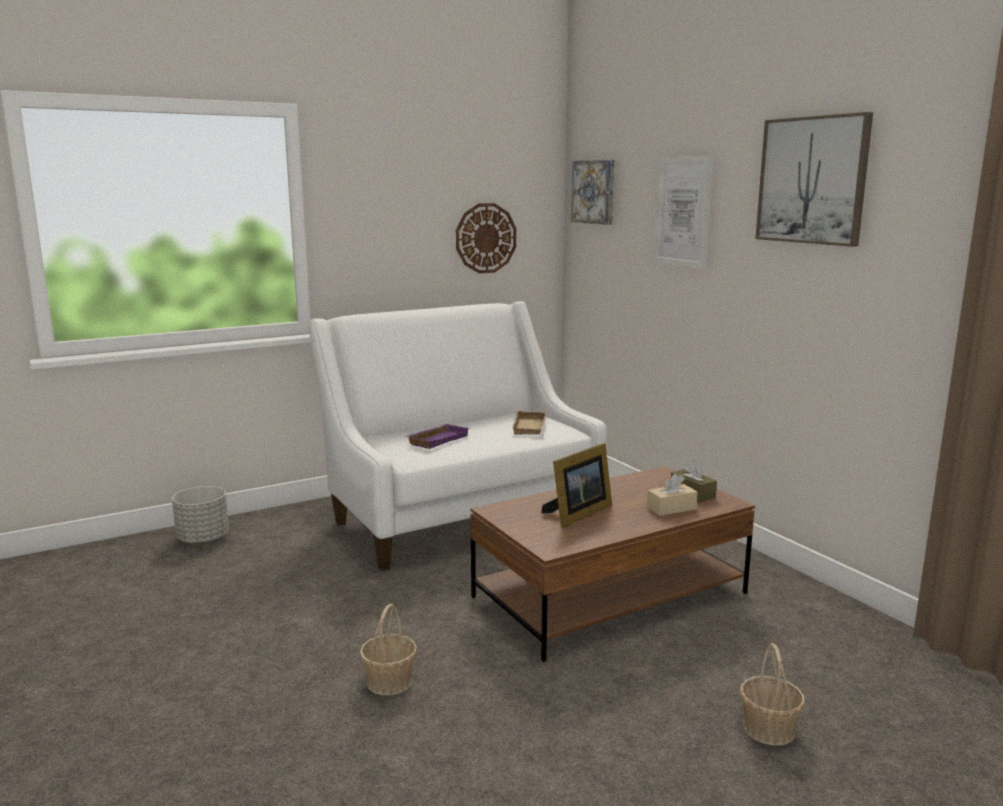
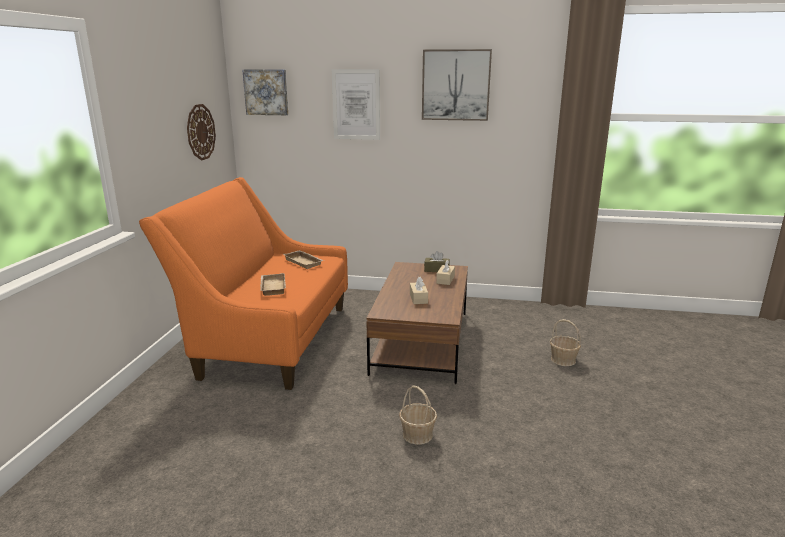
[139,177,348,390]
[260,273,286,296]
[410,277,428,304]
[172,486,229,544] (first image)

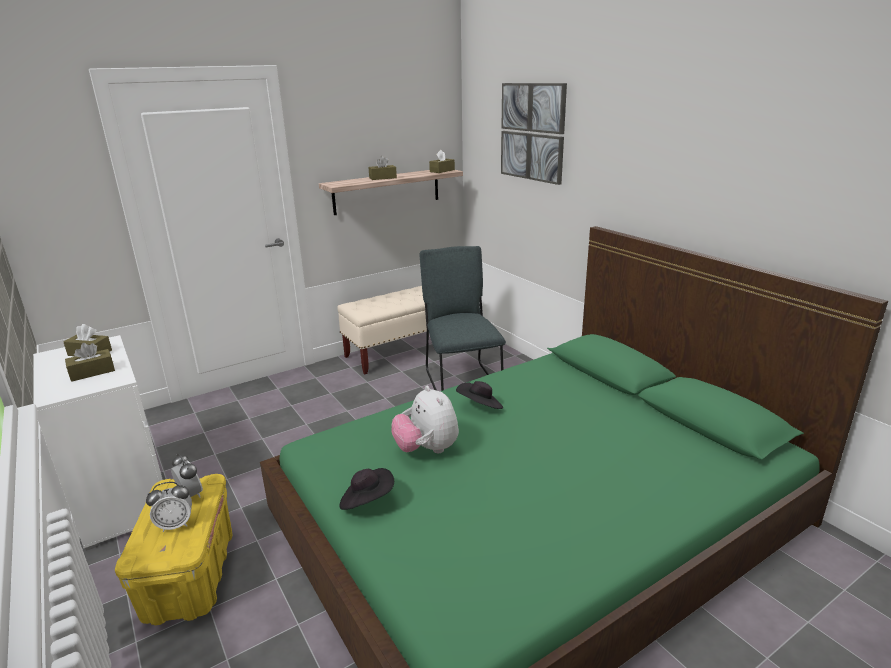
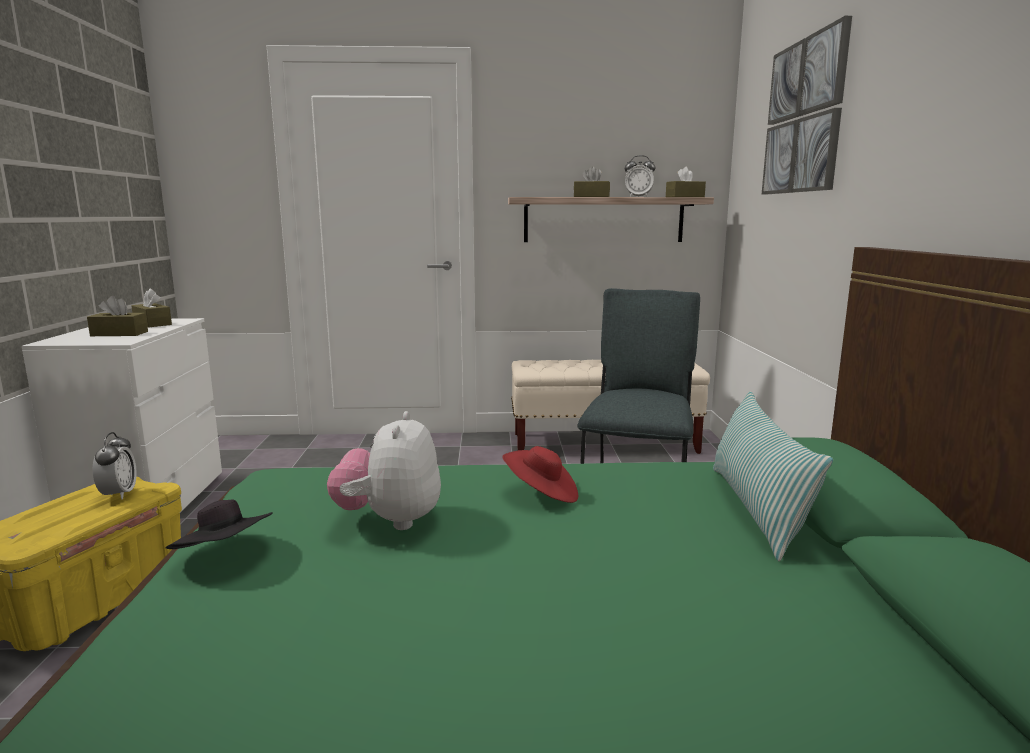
[502,446,578,503]
[625,155,655,197]
[713,391,833,561]

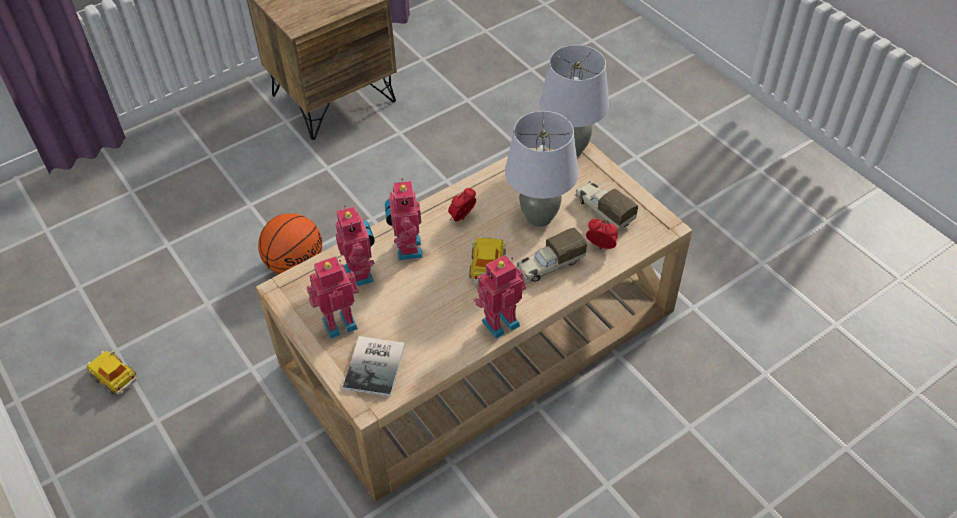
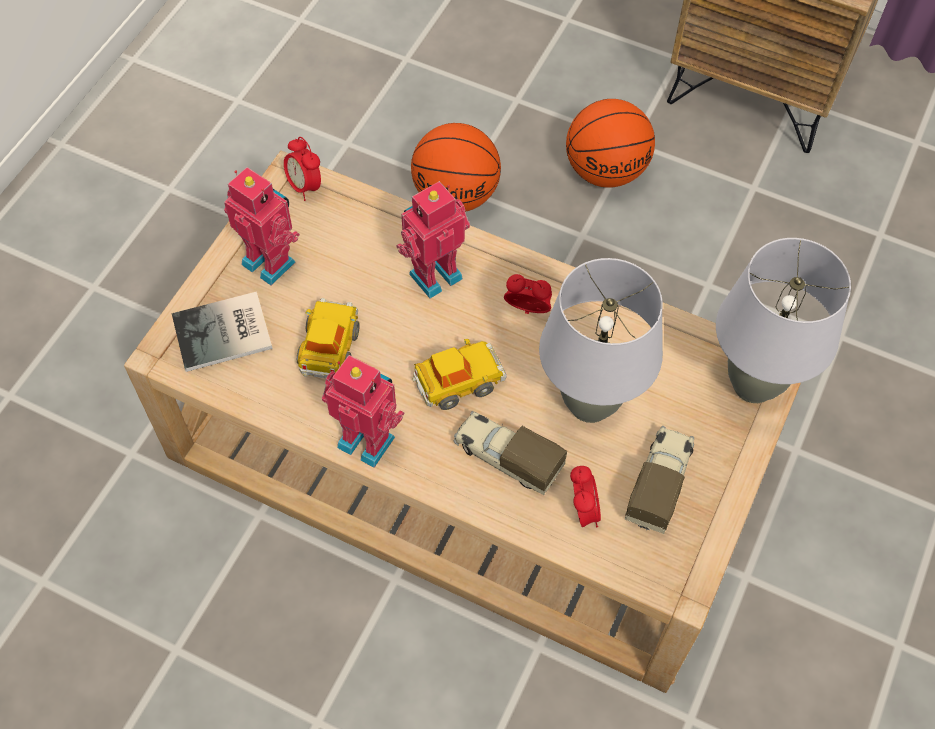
[335,205,375,286] (first image)
[297,298,360,378]
[566,99,655,188]
[284,137,321,201]

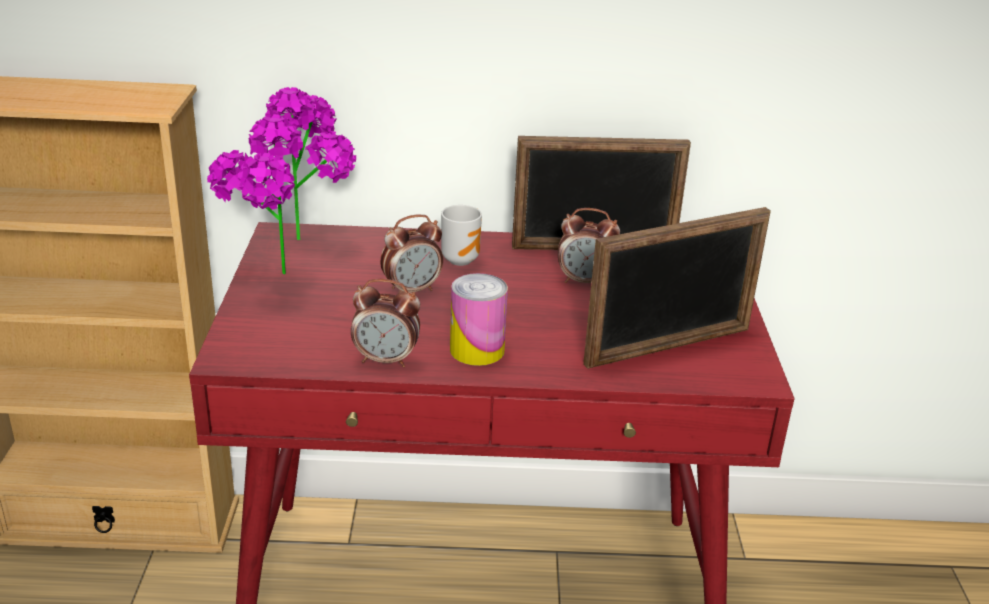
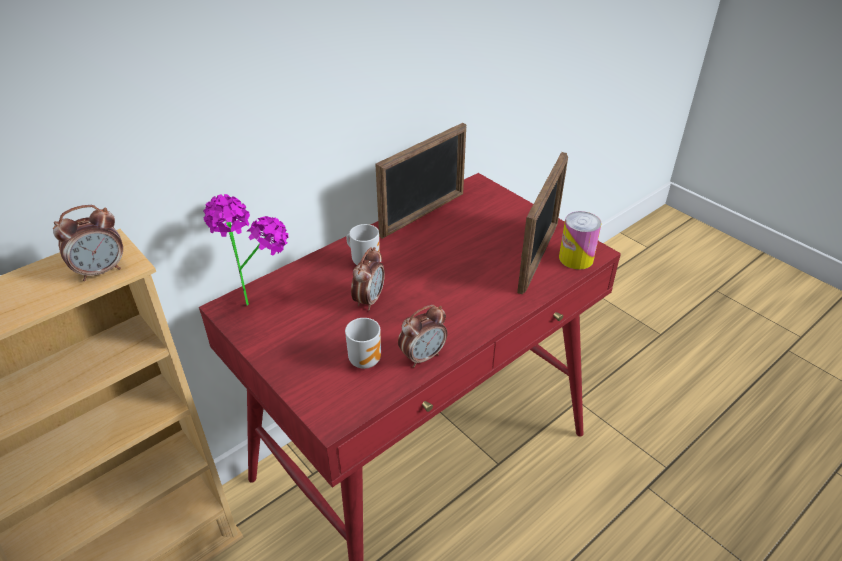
[207,114,303,275] (first image)
[53,205,123,281]
[559,211,601,270]
[345,318,381,369]

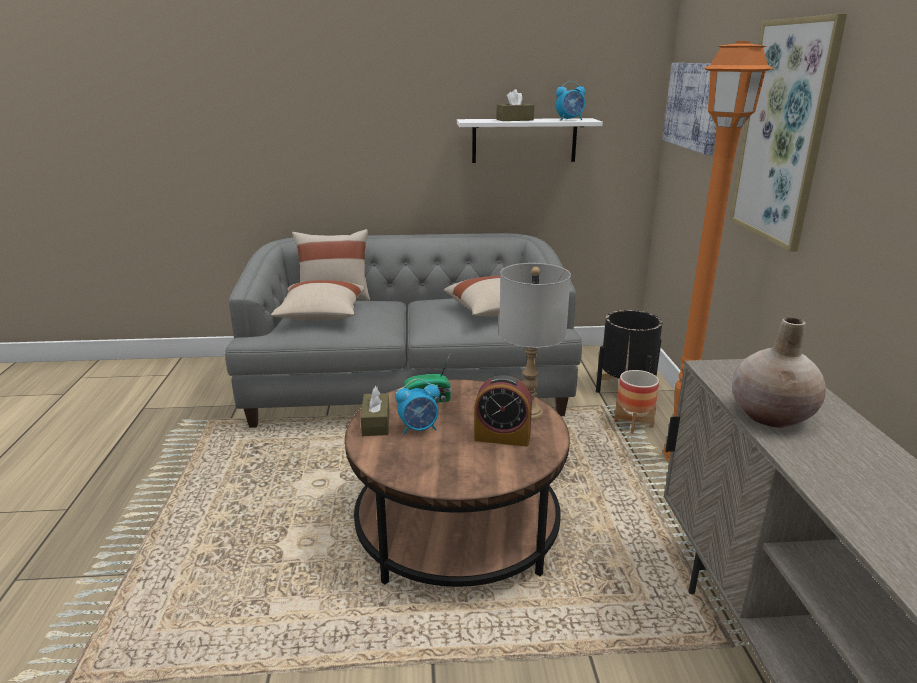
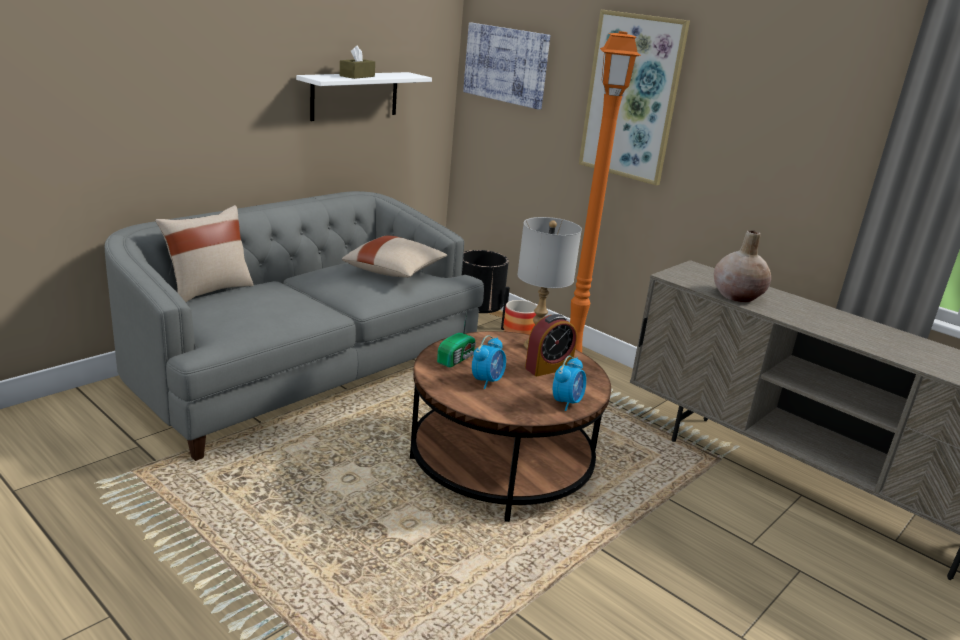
[553,356,586,411]
[271,280,365,321] (first image)
[361,386,390,436] (first image)

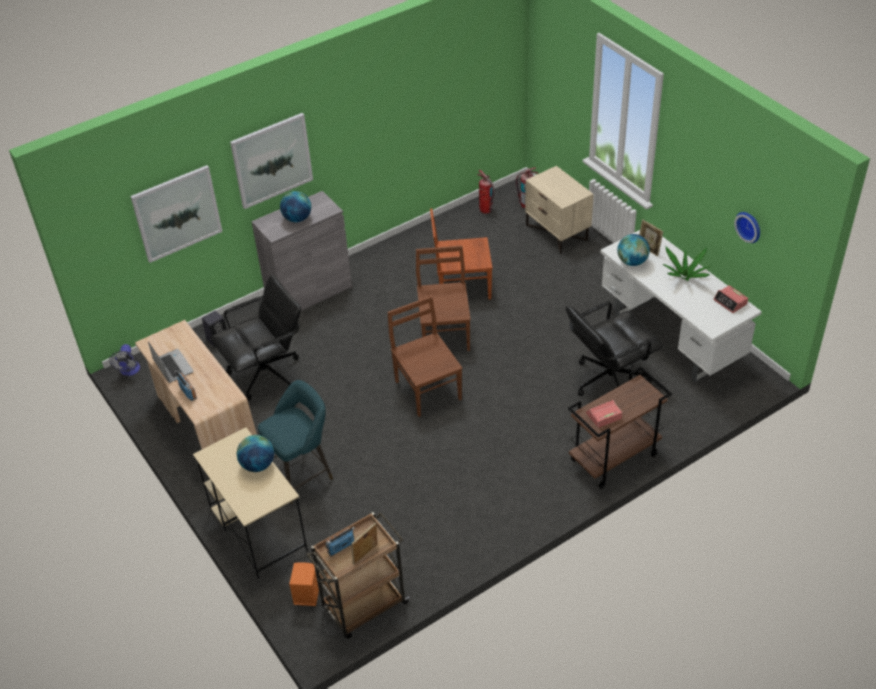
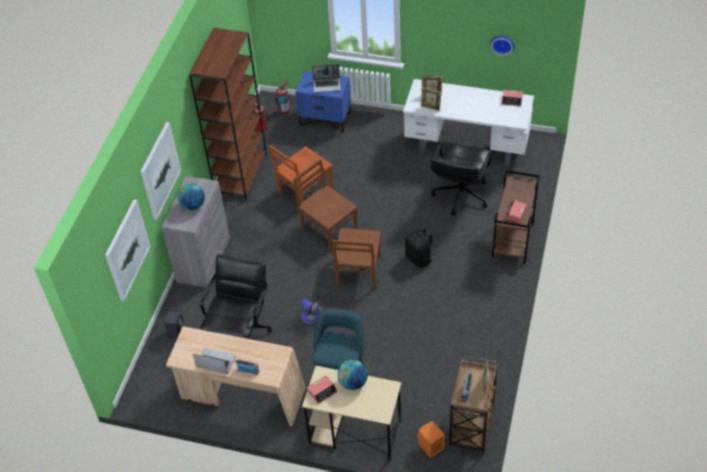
[295,71,351,132]
[421,87,441,111]
[663,247,710,281] (first image)
[332,228,381,289]
[301,299,324,324]
[189,28,267,201]
[312,64,341,92]
[405,227,435,268]
[307,376,337,404]

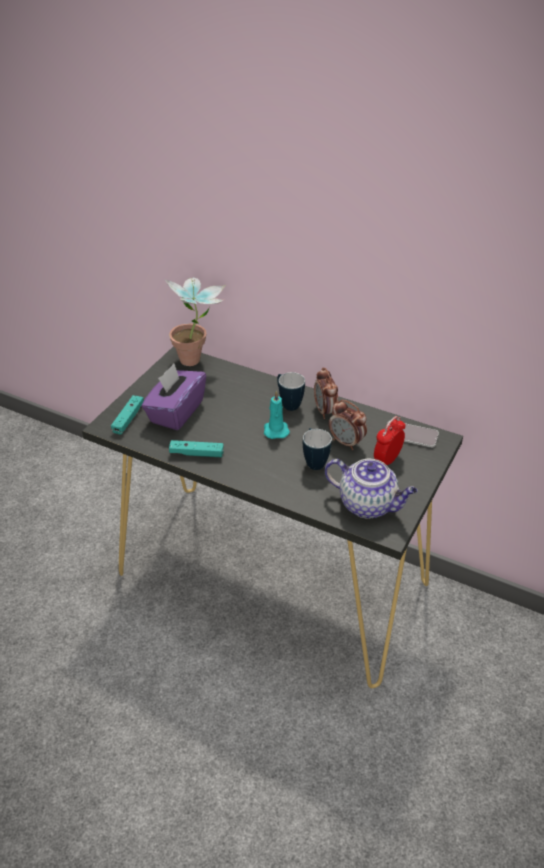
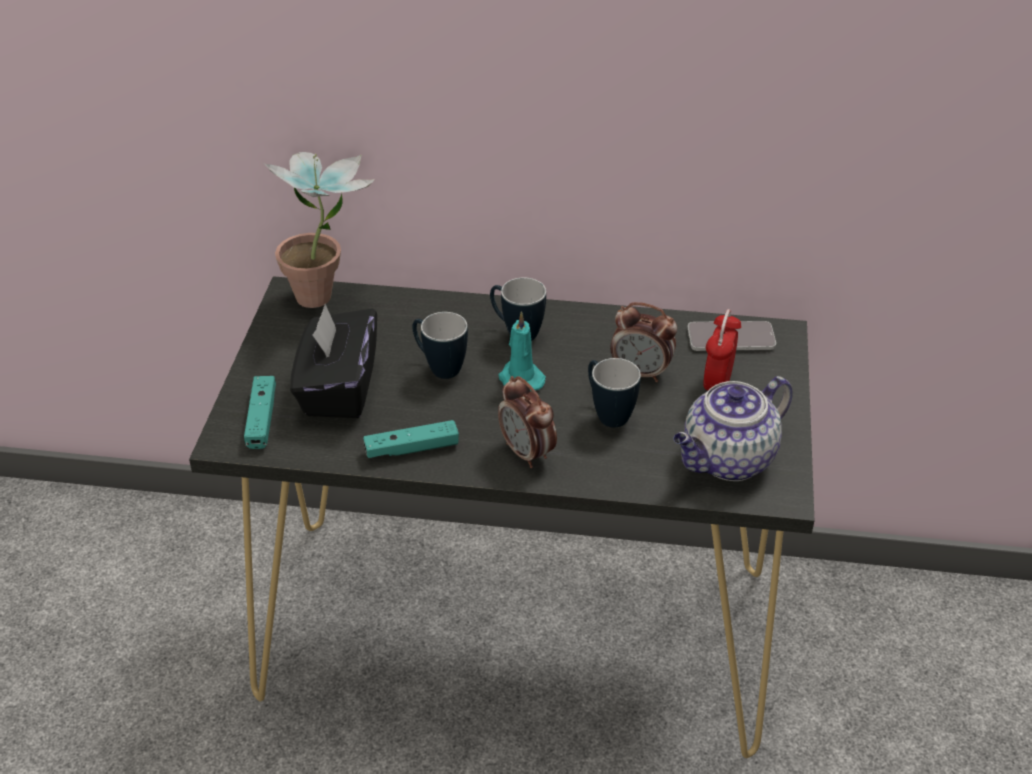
[290,304,377,418]
[498,376,557,468]
[674,376,793,481]
[412,312,468,379]

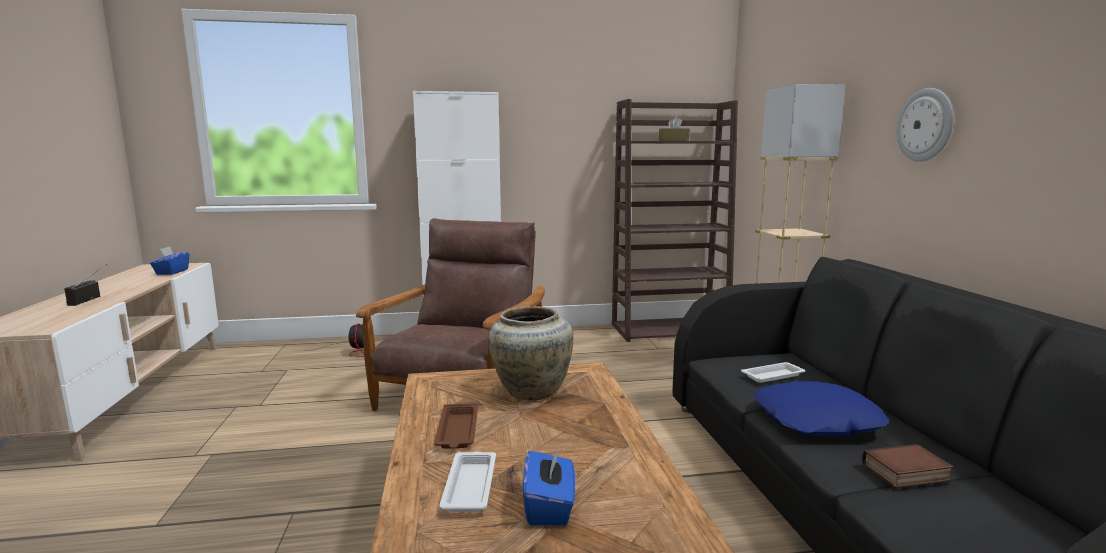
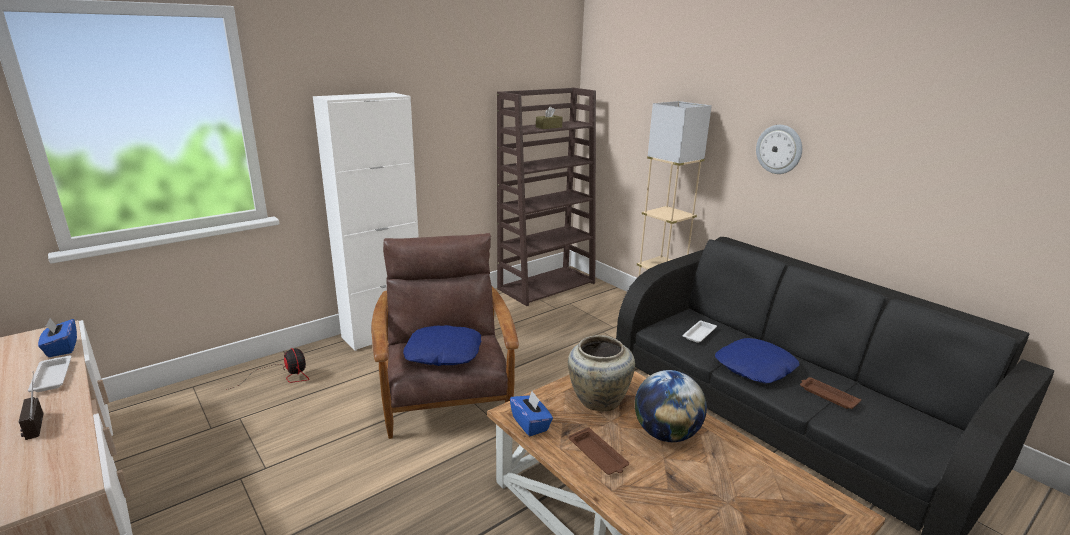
[800,377,861,409]
[510,391,553,436]
[28,356,71,392]
[403,325,481,366]
[635,370,707,442]

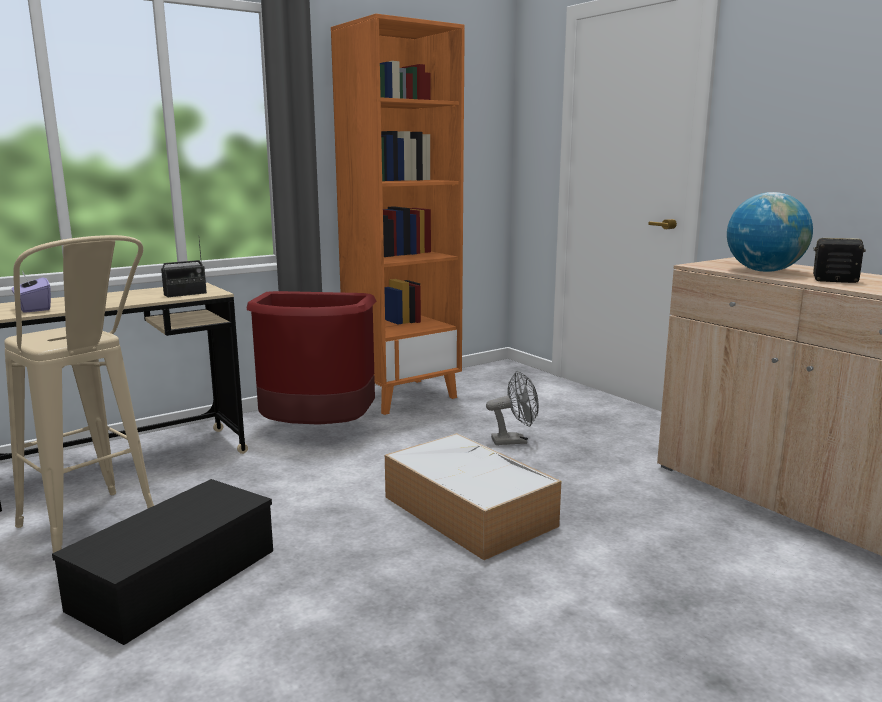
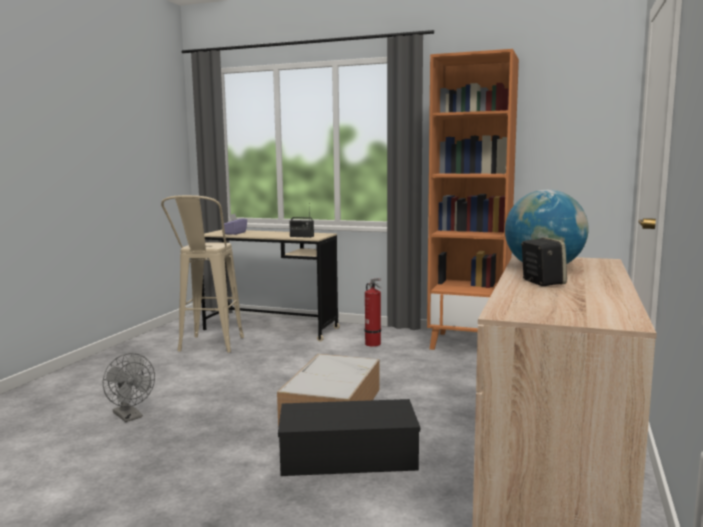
[365,278,381,347]
[103,353,155,422]
[278,399,420,476]

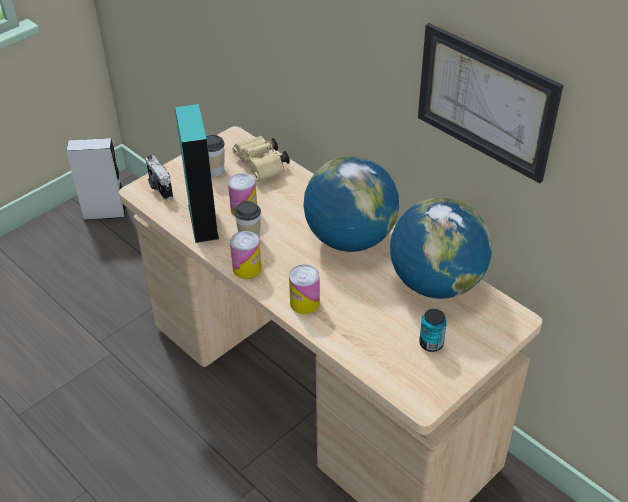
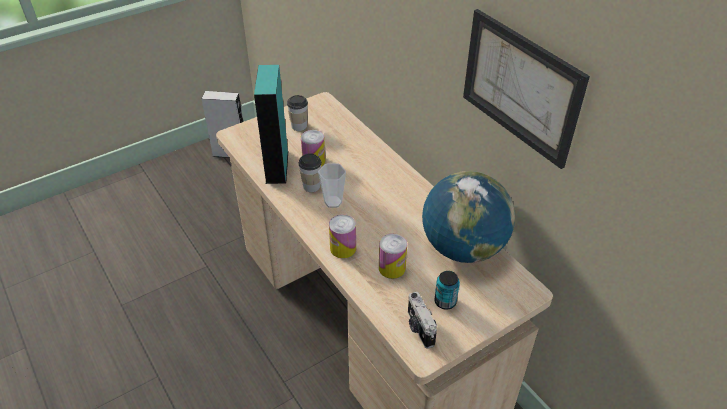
[232,136,290,182] (first image)
[408,292,437,349]
[303,156,399,252] (first image)
[379,234,407,279]
[318,164,346,208]

